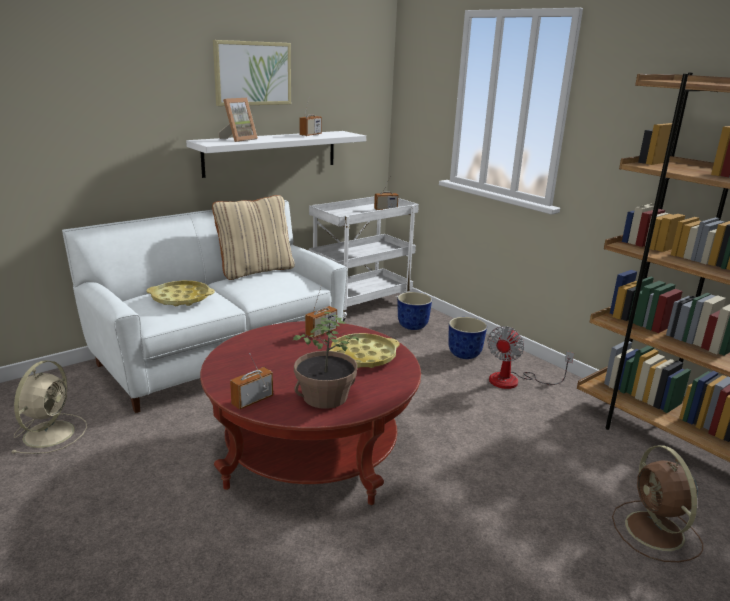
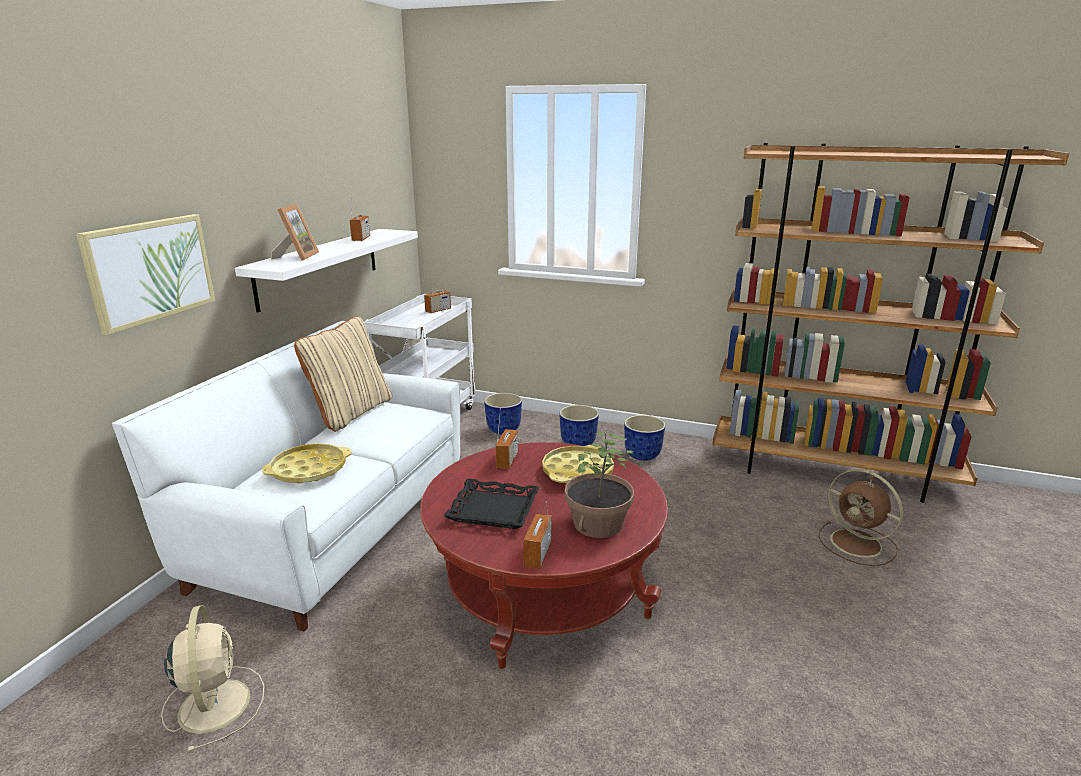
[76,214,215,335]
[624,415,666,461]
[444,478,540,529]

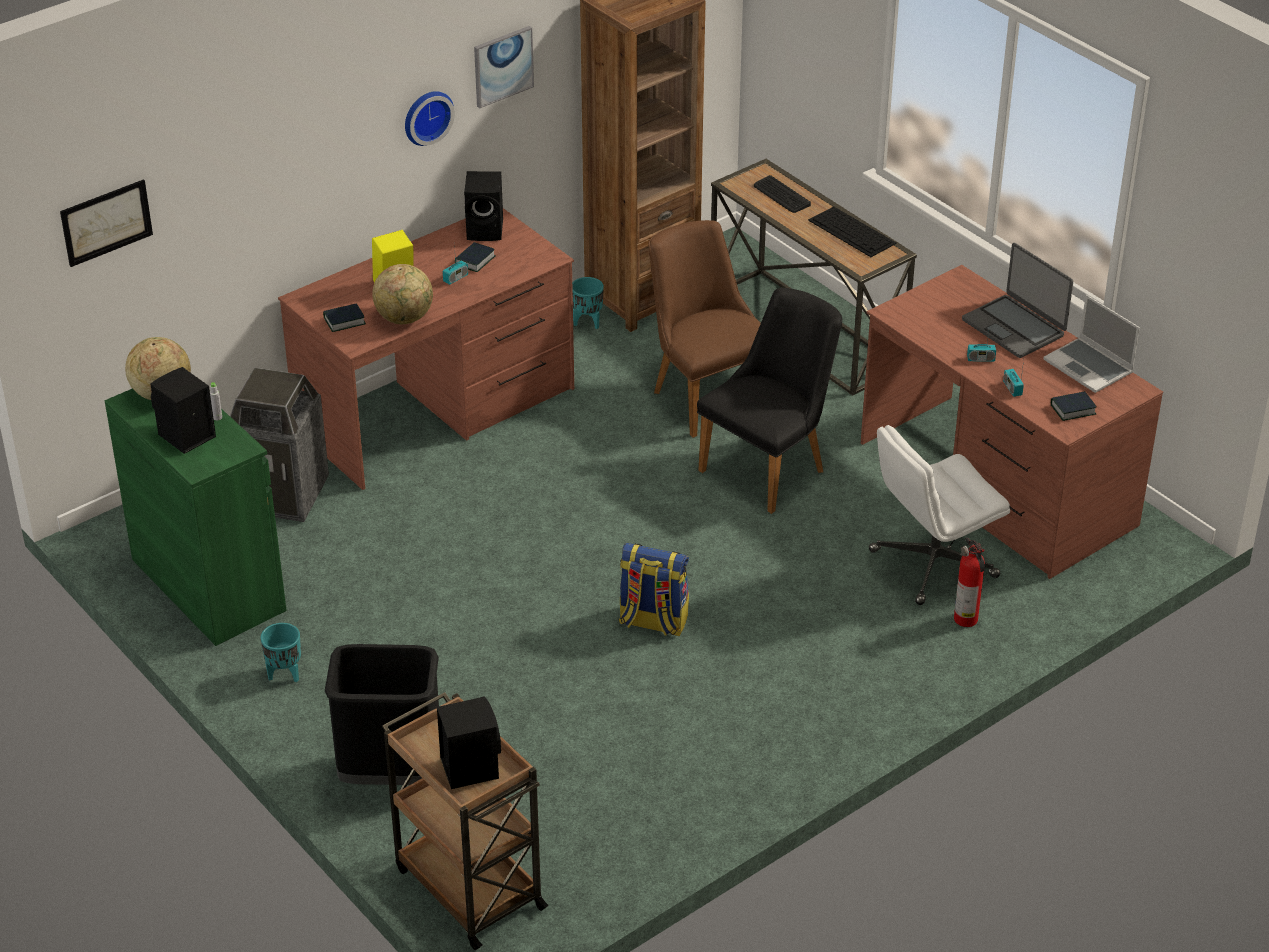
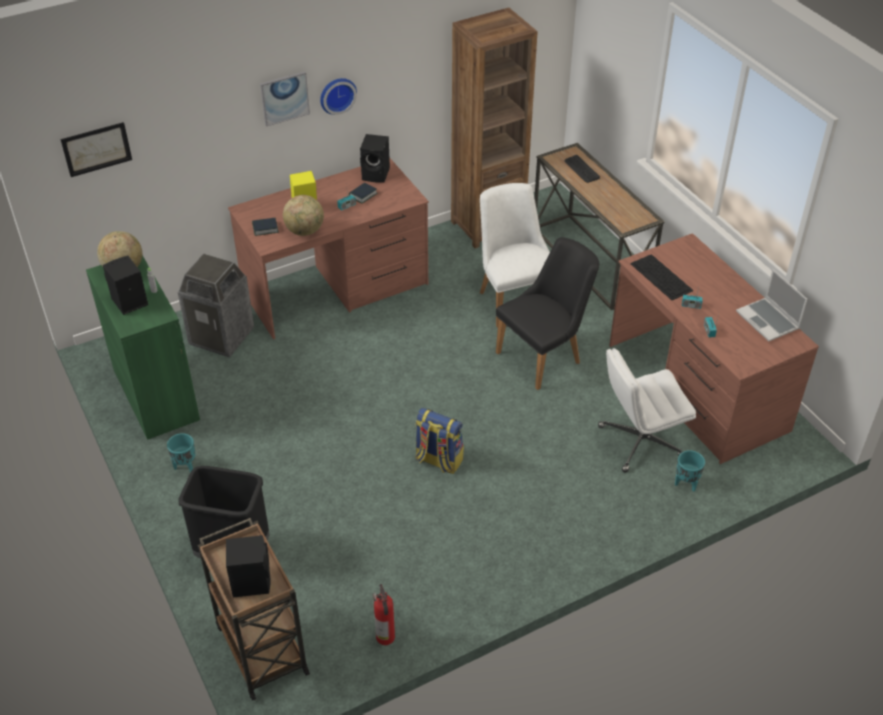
[260,71,310,127]
[630,254,694,300]
[480,183,550,328]
[962,243,1073,358] (first image)
[675,450,705,492]
[1051,391,1097,421] (first image)
[373,584,395,645]

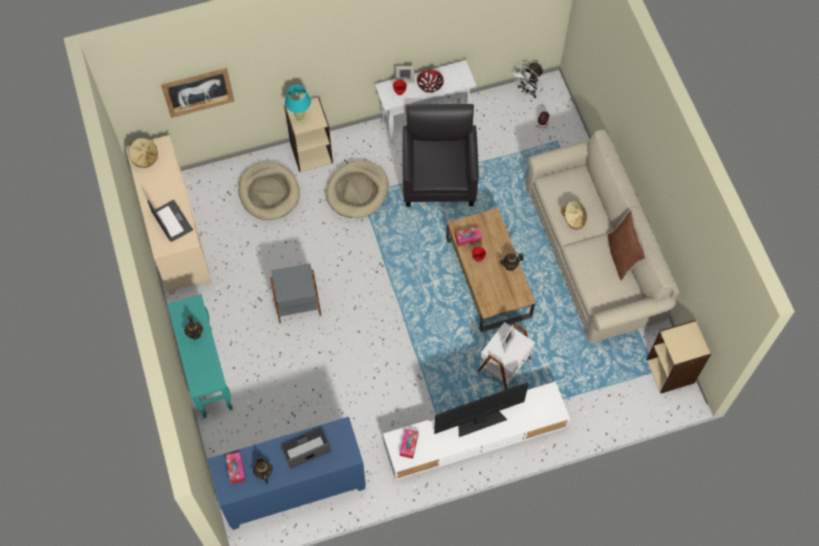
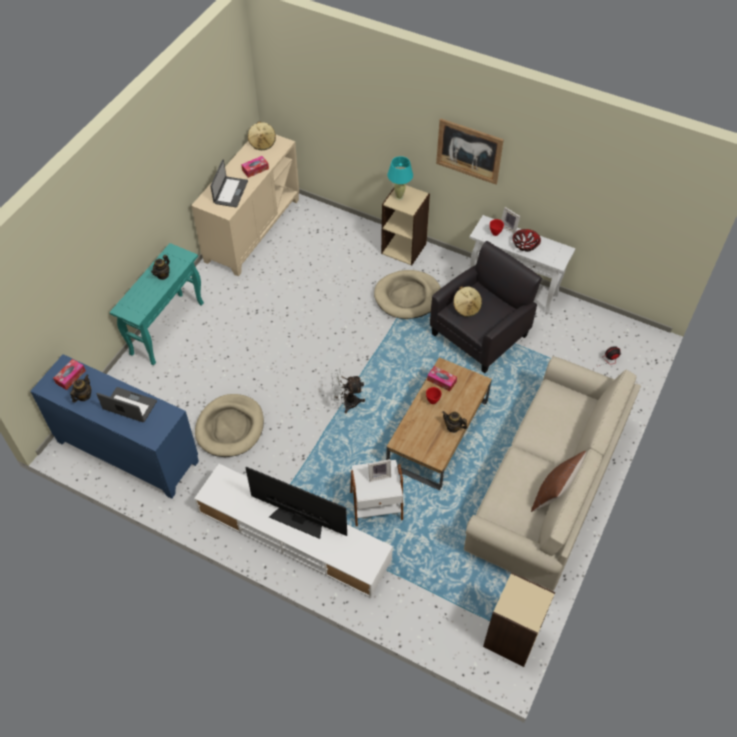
[331,368,365,413]
[436,118,504,184]
[195,394,264,457]
[453,286,482,317]
[270,263,321,324] (first image)
[241,156,269,178]

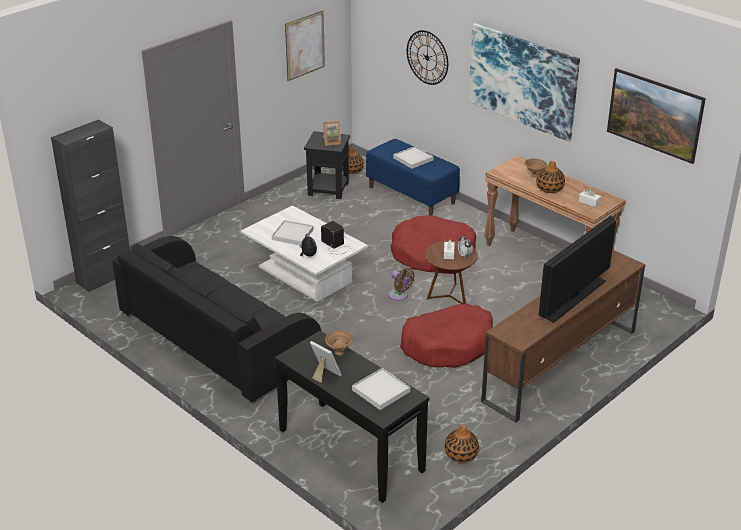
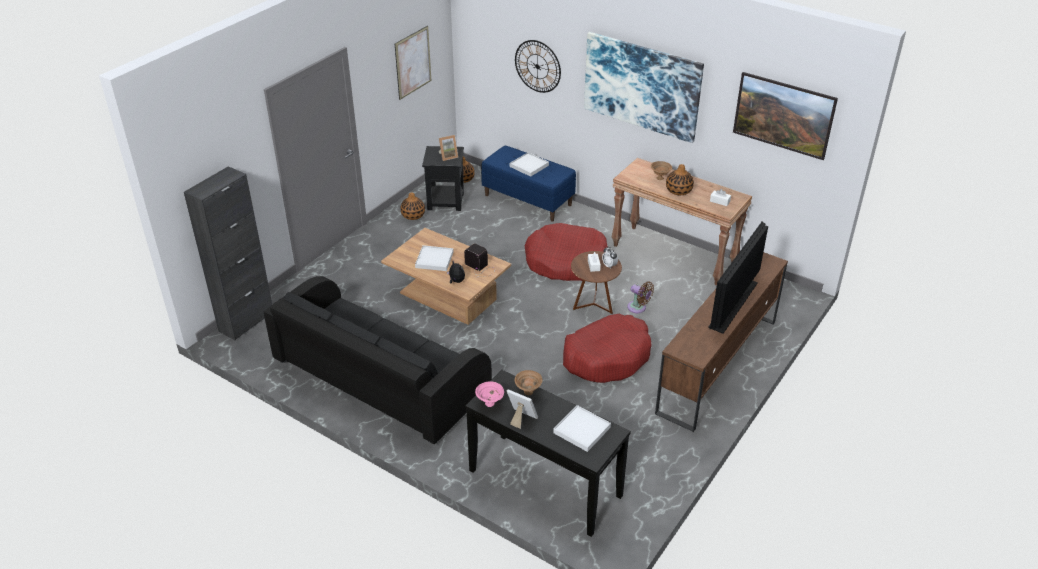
[381,228,511,325]
[627,281,654,313]
[400,192,425,220]
[475,381,504,407]

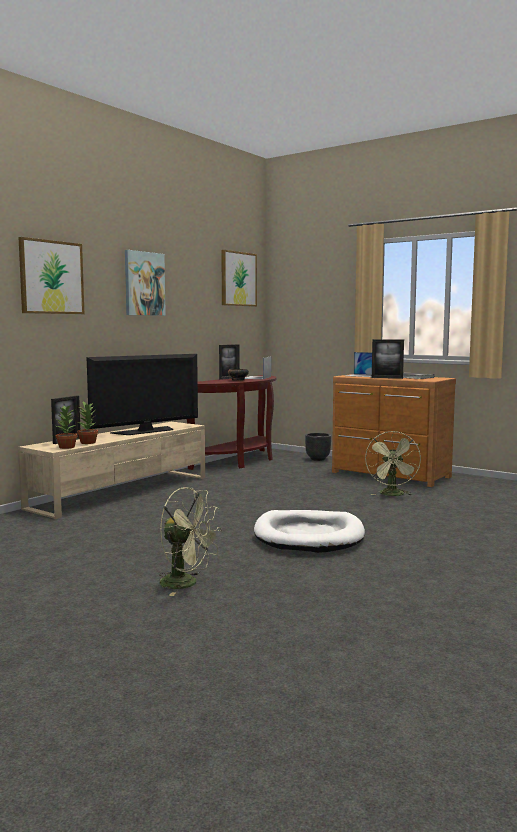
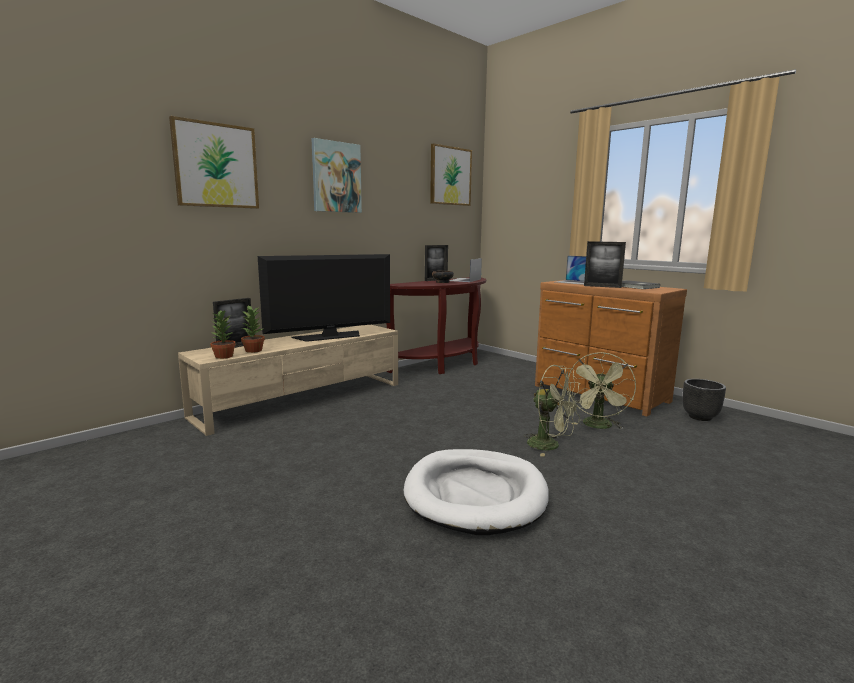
[682,379,726,421]
[525,365,582,457]

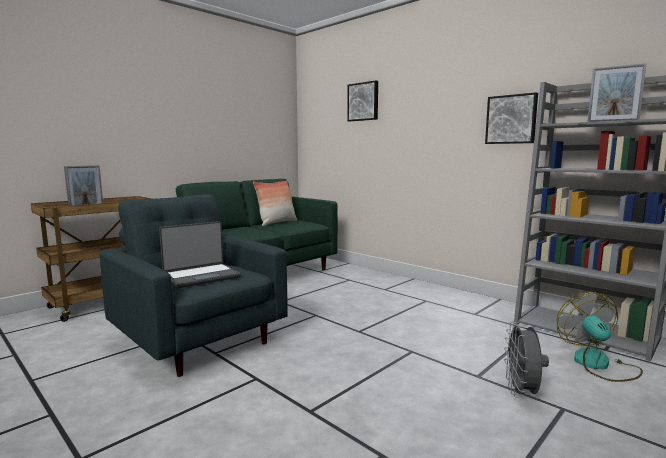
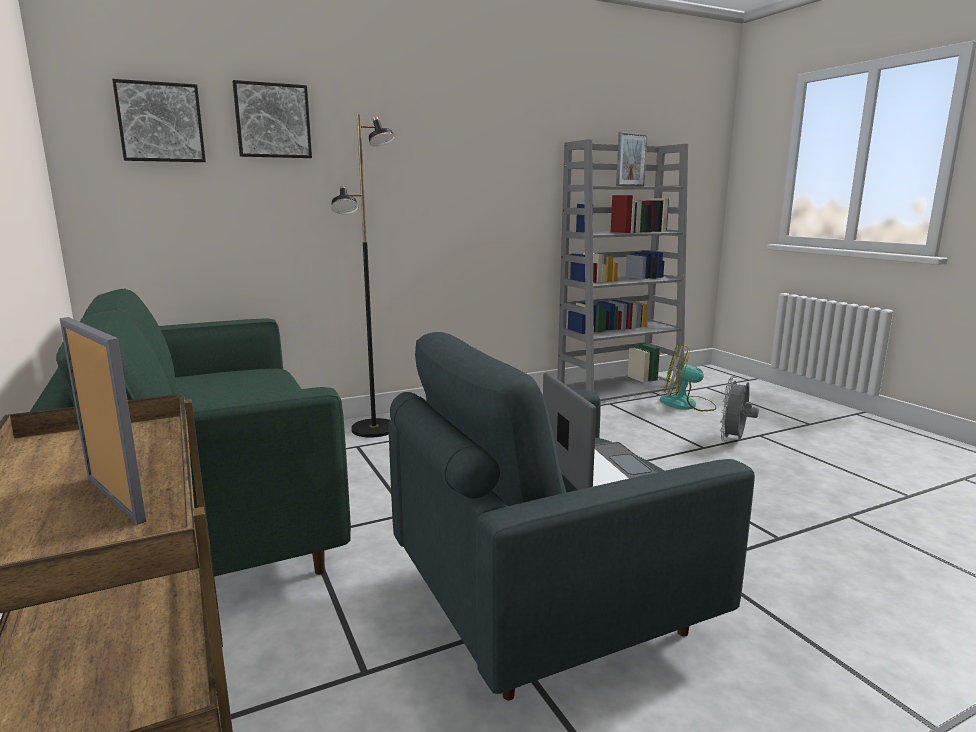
[112,79,206,162]
[253,180,297,226] (first image)
[720,376,759,441]
[331,114,395,437]

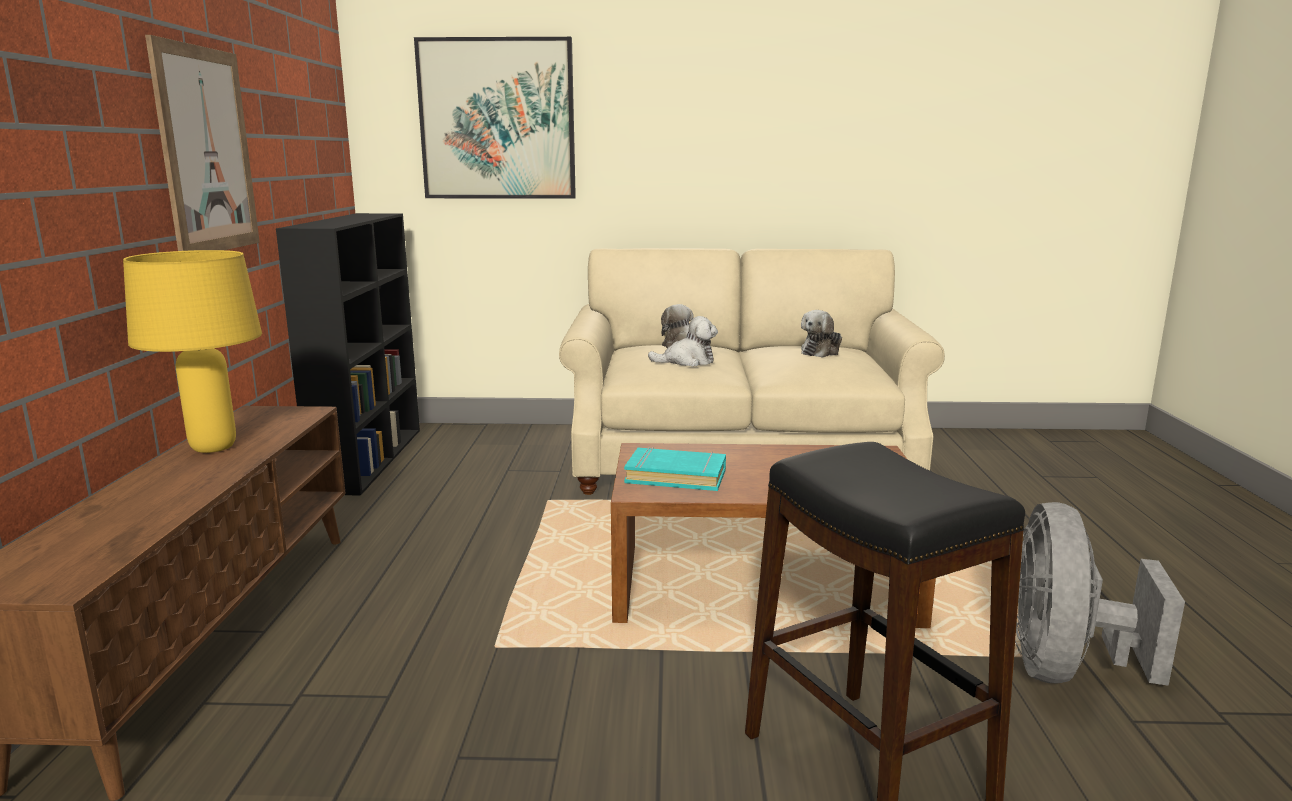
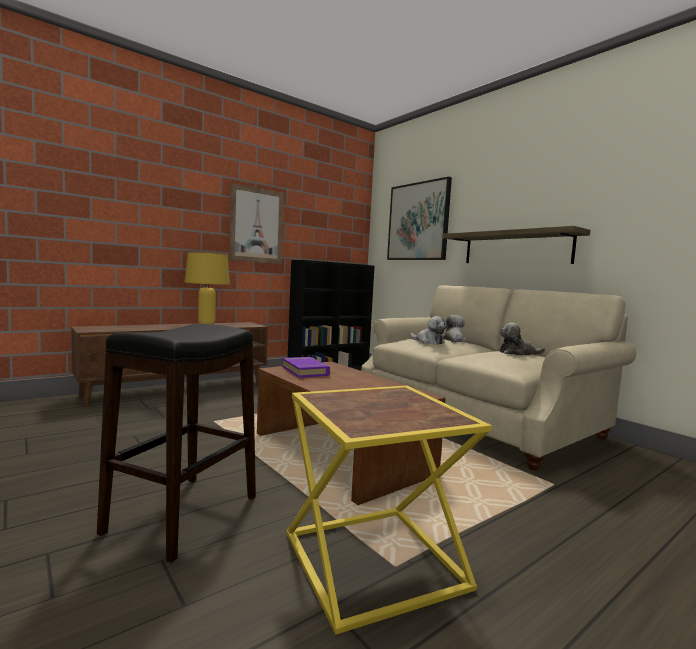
[282,357,330,378]
[286,386,492,635]
[442,226,590,264]

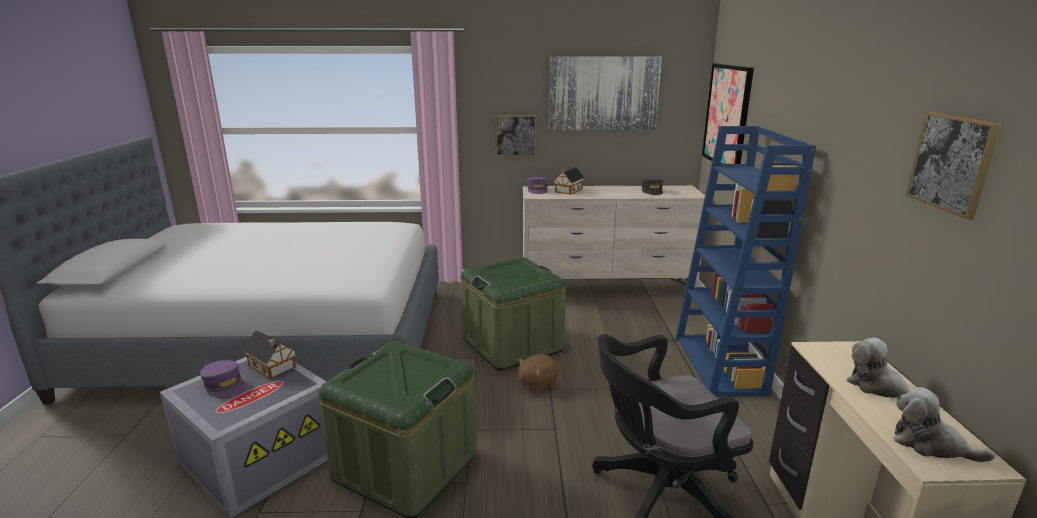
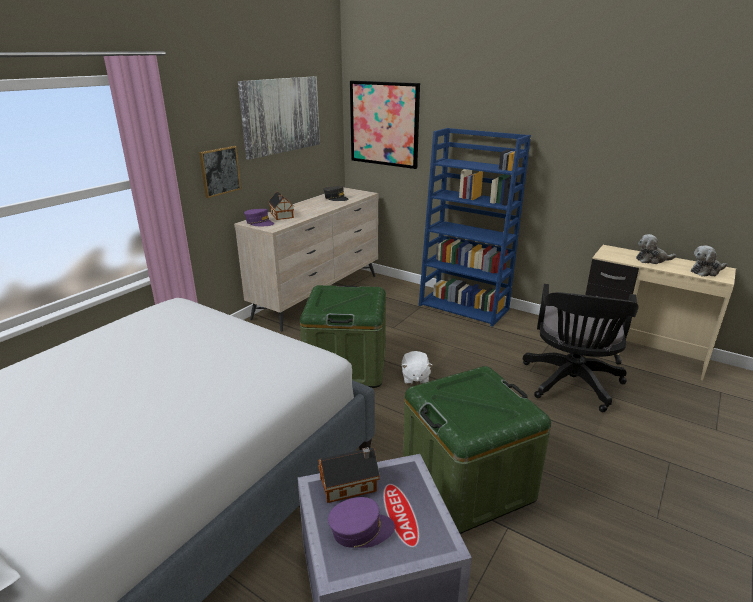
[906,111,1002,220] (first image)
[402,351,433,385]

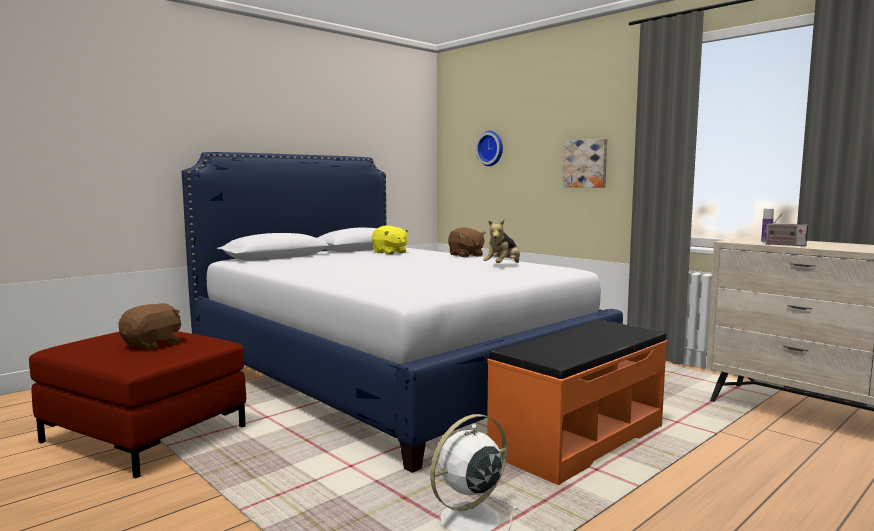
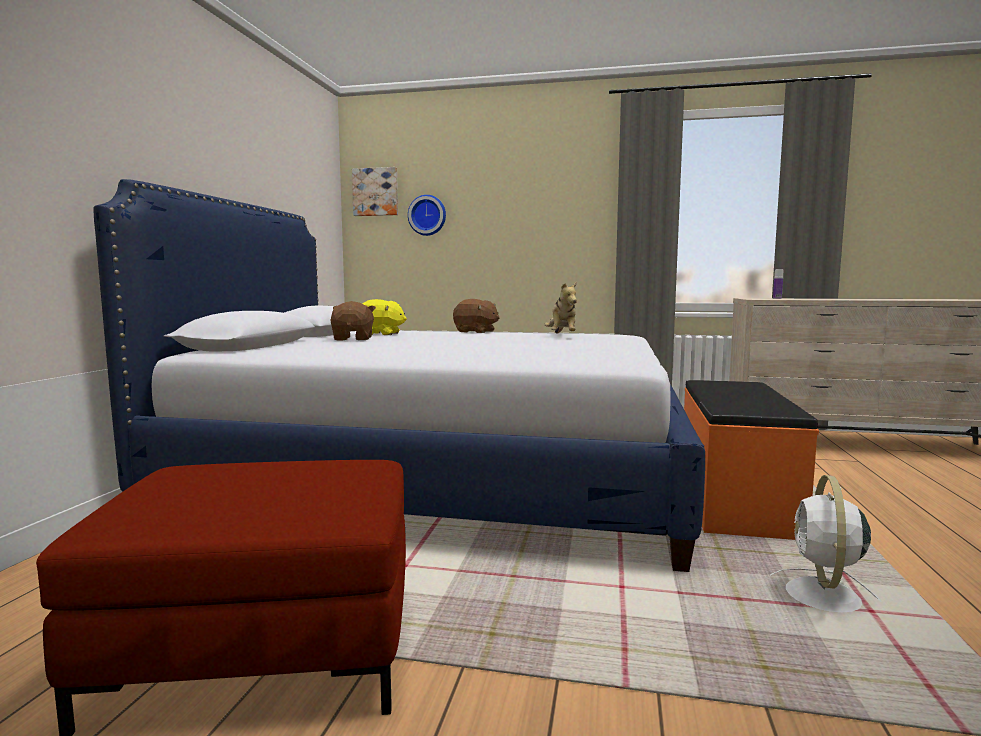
[352,167,398,216]
[763,213,808,246] (first image)
[330,301,376,341]

